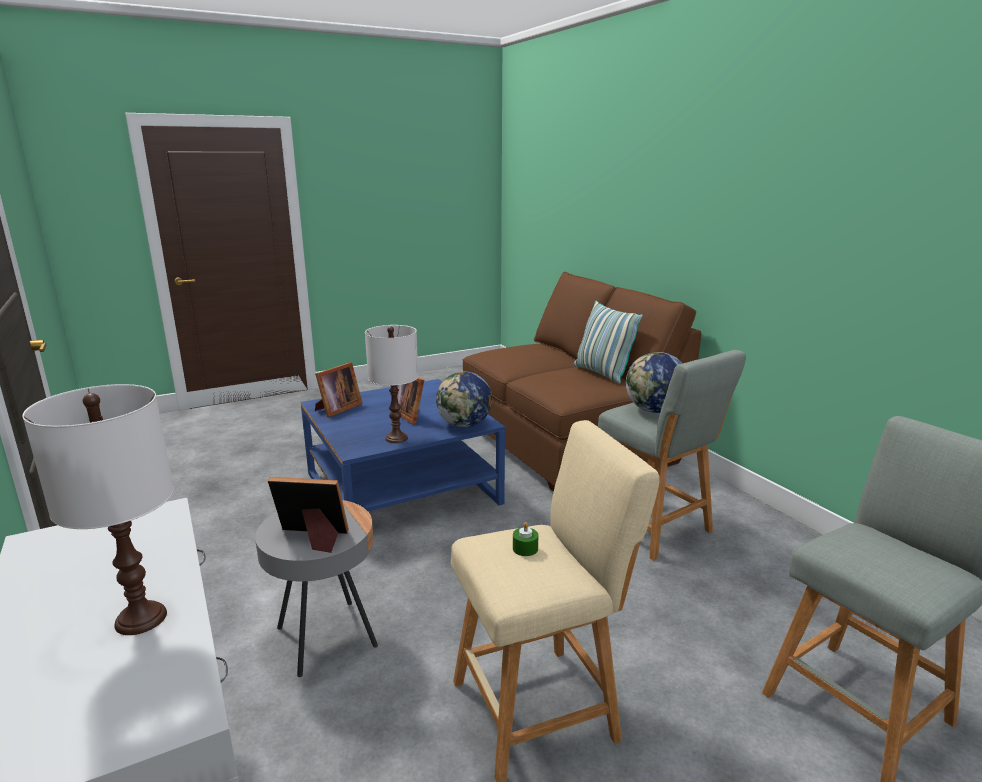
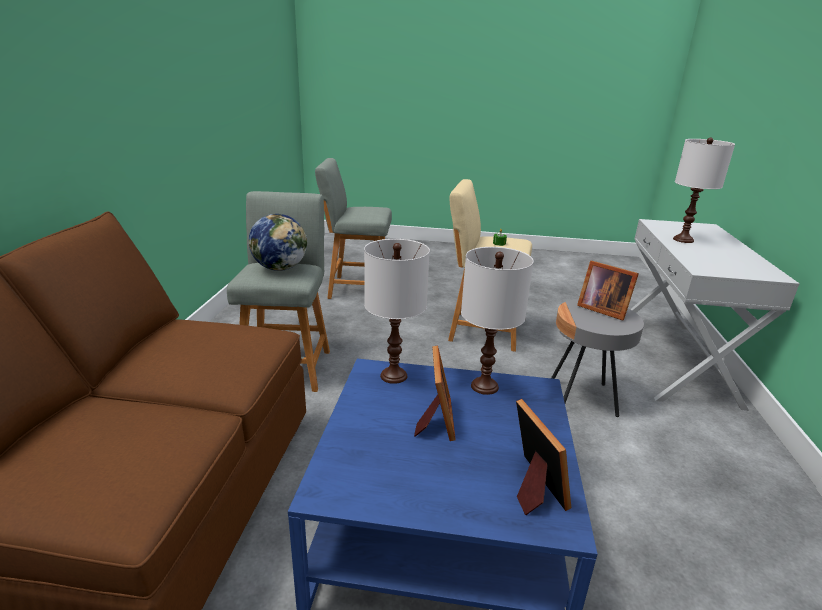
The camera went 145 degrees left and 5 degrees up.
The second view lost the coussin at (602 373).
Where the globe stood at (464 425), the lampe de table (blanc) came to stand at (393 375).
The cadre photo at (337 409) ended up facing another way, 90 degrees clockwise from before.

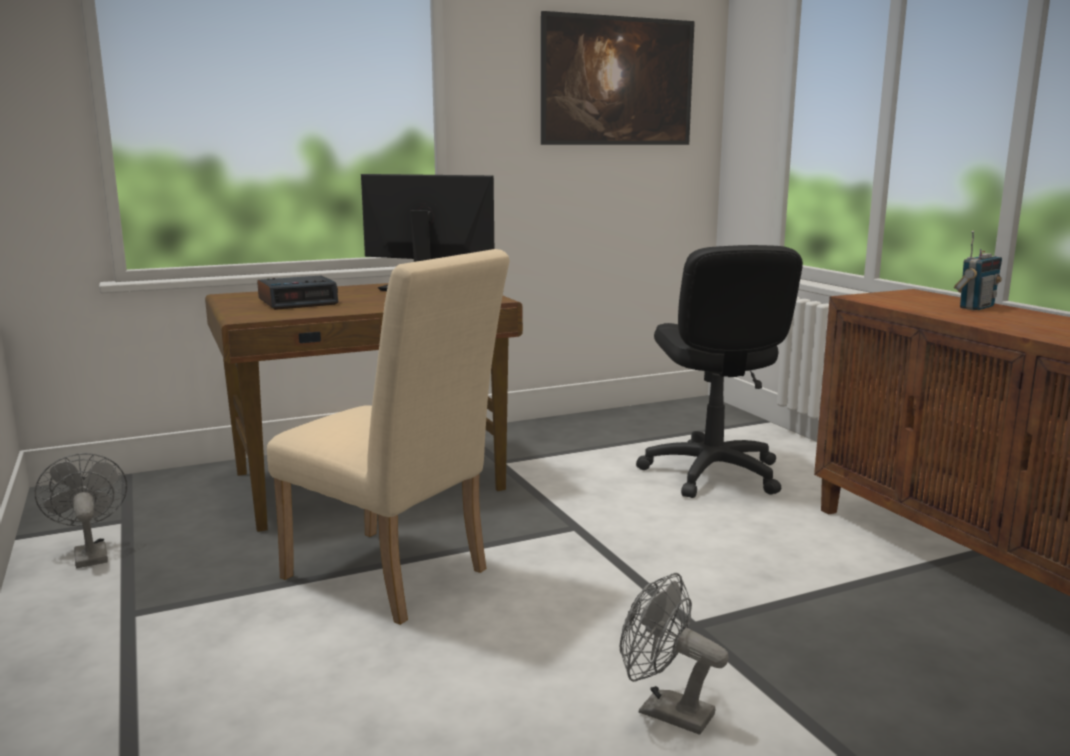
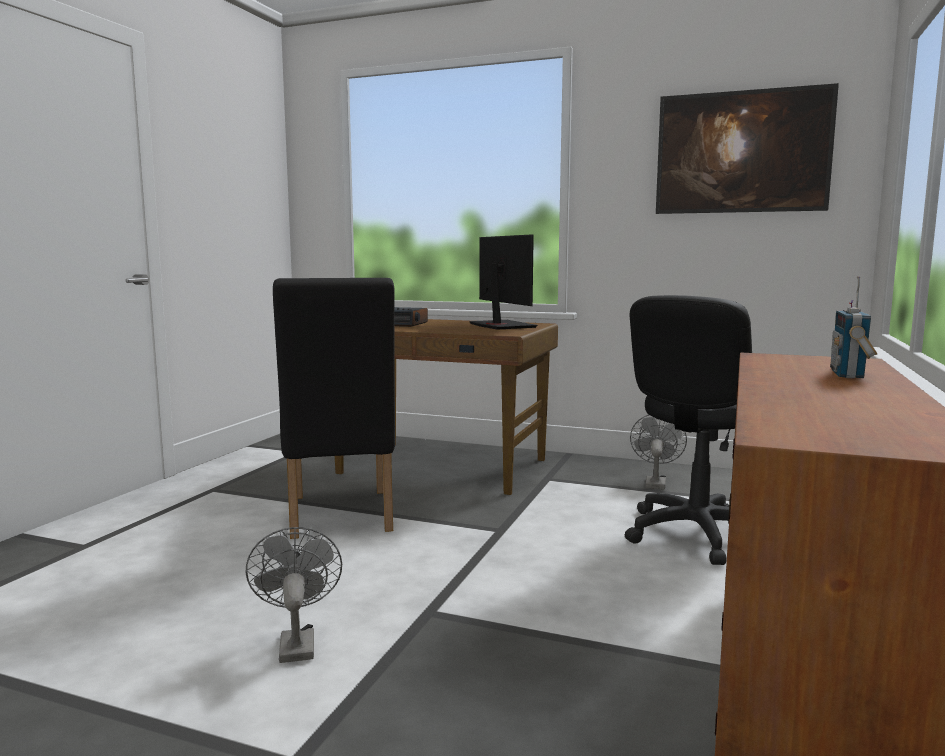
The camera went 45 degrees right and 5 degrees down.
The ventilateur (gris) ended up elsewhere, having gone from (89 553) to (655 482).
What was the chaise (beige) at (395 578) turned into the chaise (noir) at (339 517).
The radio at (975 307) ended up facing another way, 105 degrees clockwise from before.

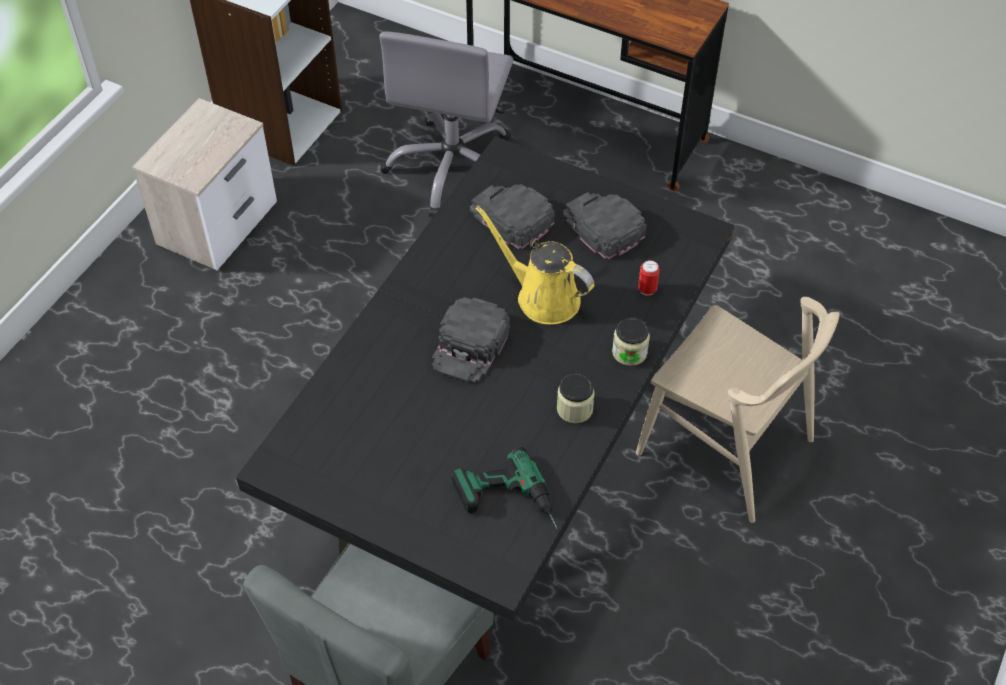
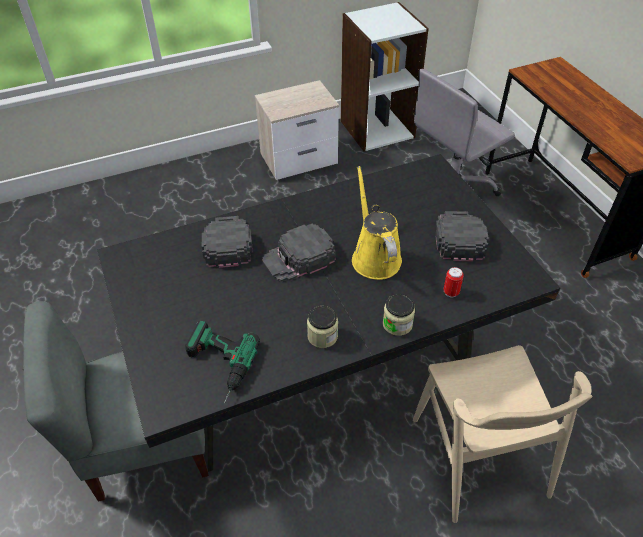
The camera went 40 degrees right and 5 degrees down.
The casquette (noir) ended up elsewhere, having gone from (510 217) to (227 243).

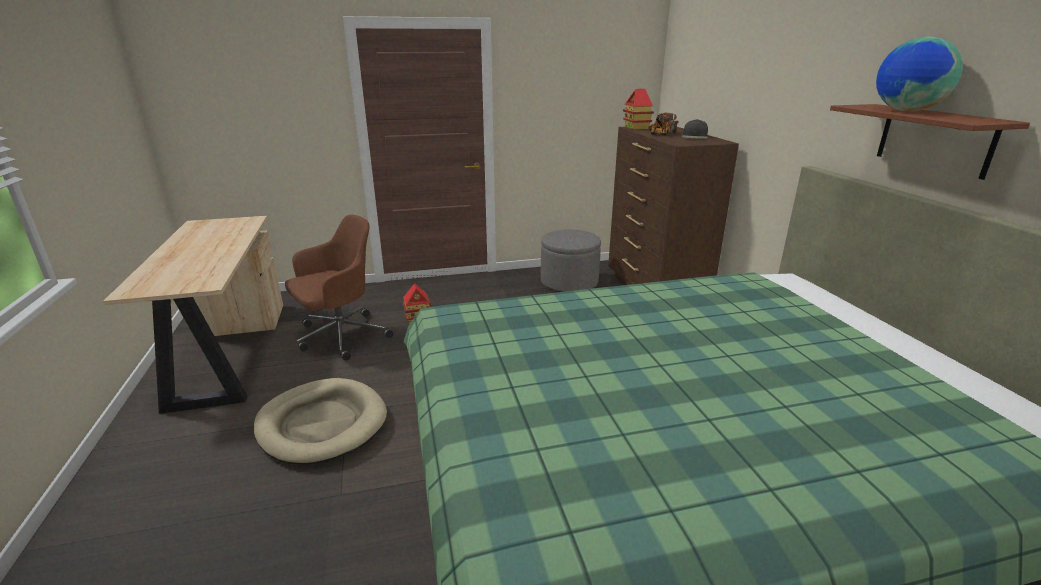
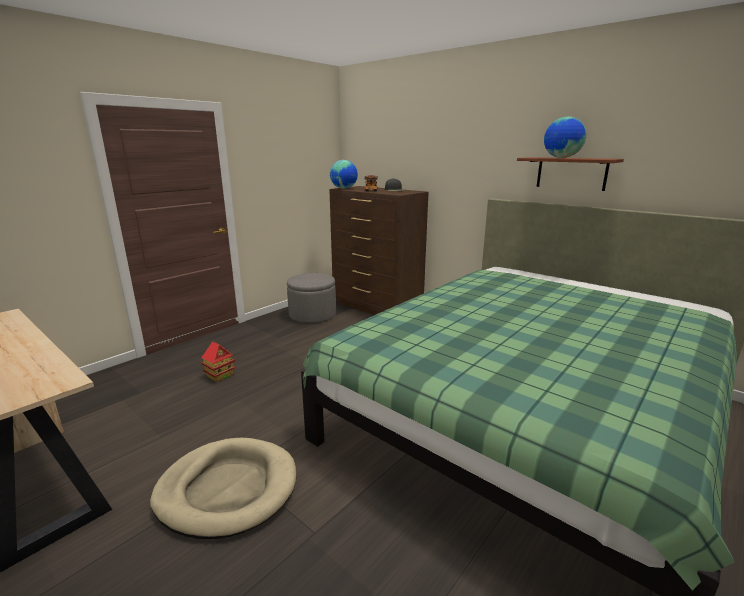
The camera went 35 degrees left and 5 degrees down.
The second view lost the chaise de bureau (marron) at (340 336).
Where the maison miniature stood at (636 128), the globe came to stand at (344 188).

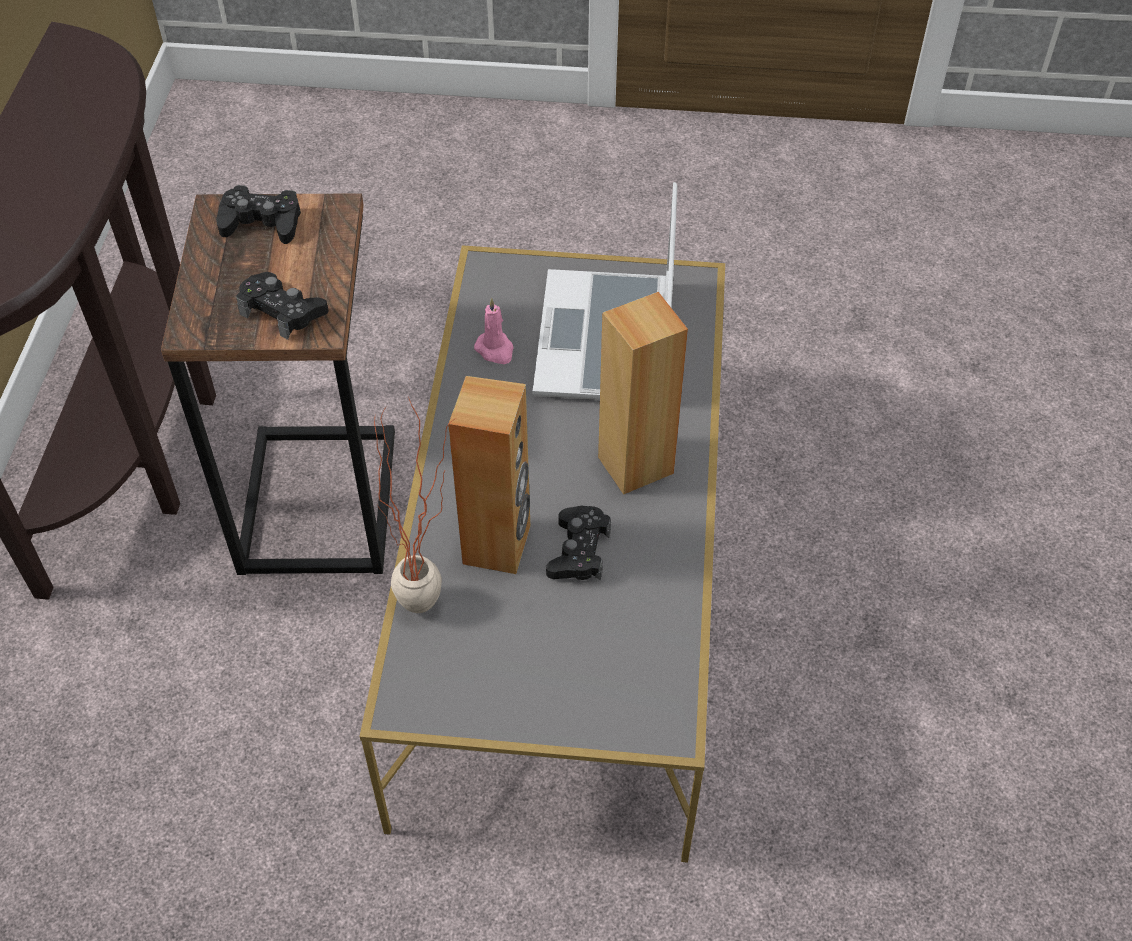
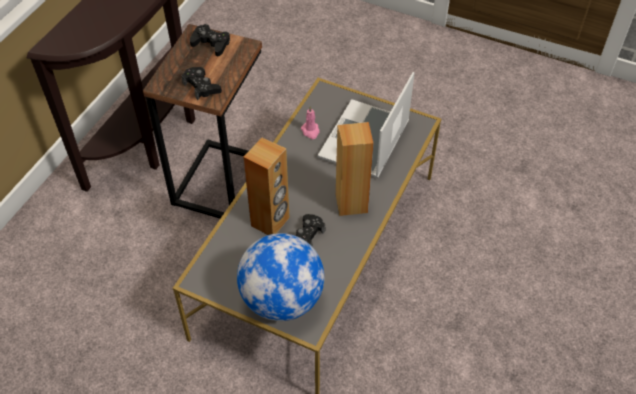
The camera went 20 degrees right and 0 degrees up.
The second view lost the plante en pot at (435 604).
The second view gained the globe at (282 299).

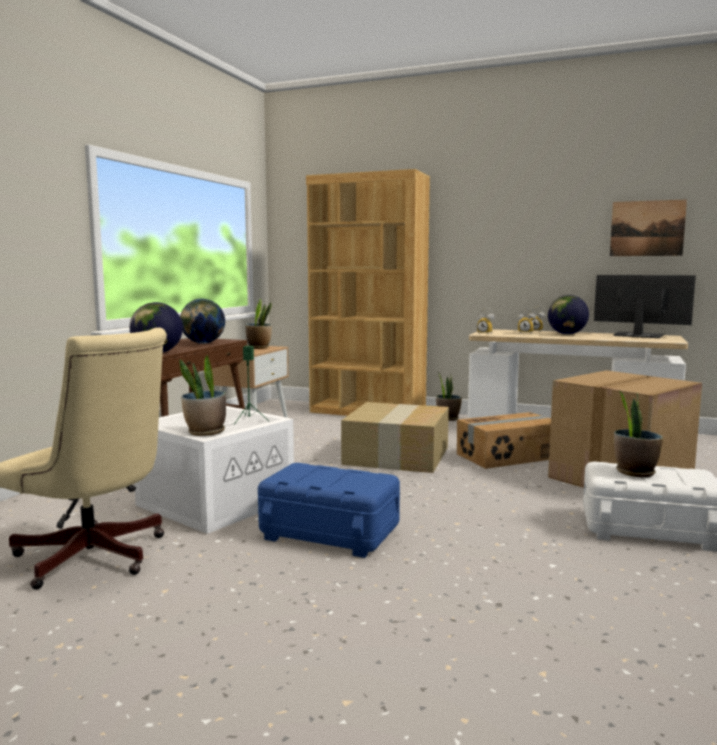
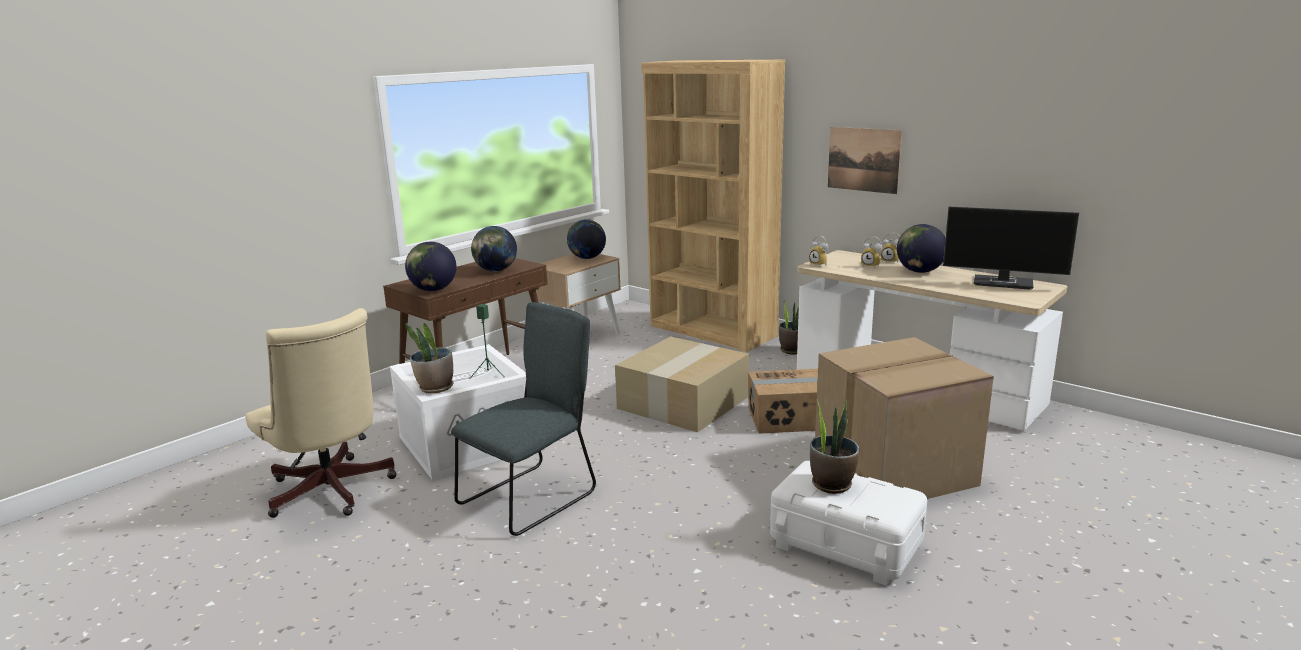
The camera went 20 degrees right and 10 degrees up.
The tableau ended up elsewhere, having gone from (647 228) to (863 159).
Where the plante en pot stood at (259 347), the globe came to stand at (587 258).
Where the boîte de rangement (bleu) stood at (330 533), the chaise (gris) came to stand at (533 496).
The écran d'ordinateur at (637 336) ended up facing another way, 150 degrees clockwise from before.

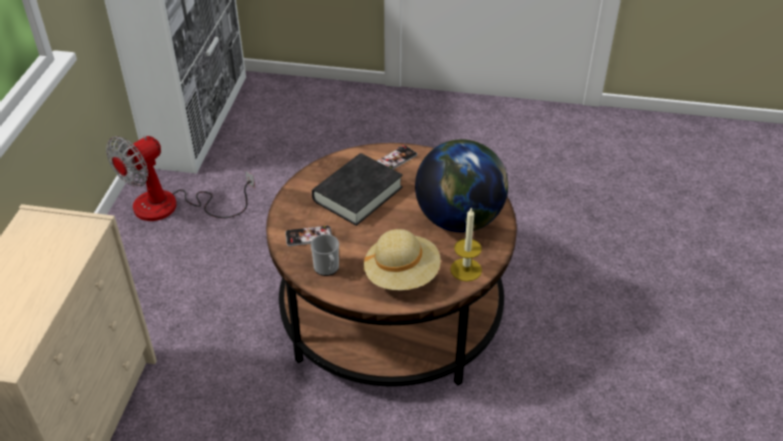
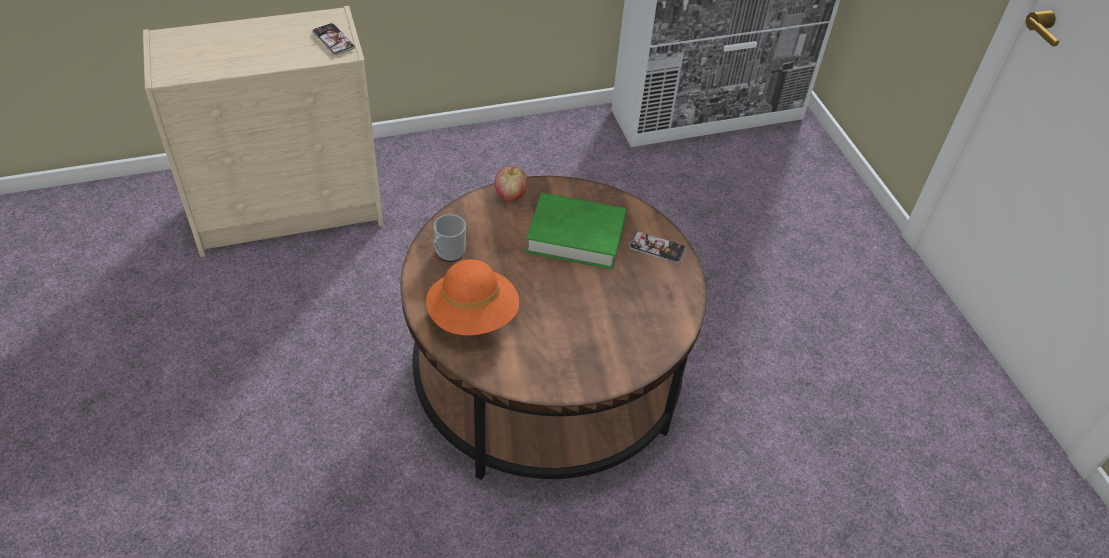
The camera went 60 degrees right and 5 degrees up.
The second view lost the ventilateur at (172 207).
The second view lost the globe at (459 219).
The second view lost the bougie at (466 269).
The second view gained the pomme at (510 195).
The téléphone ended up elsewhere, having gone from (308 236) to (333 40).
What was the livre (noir) at (357 194) turned into the livre (vert) at (576 236).
What was the chapeau (beige) at (402 275) turned into the chapeau (orange) at (473 316).

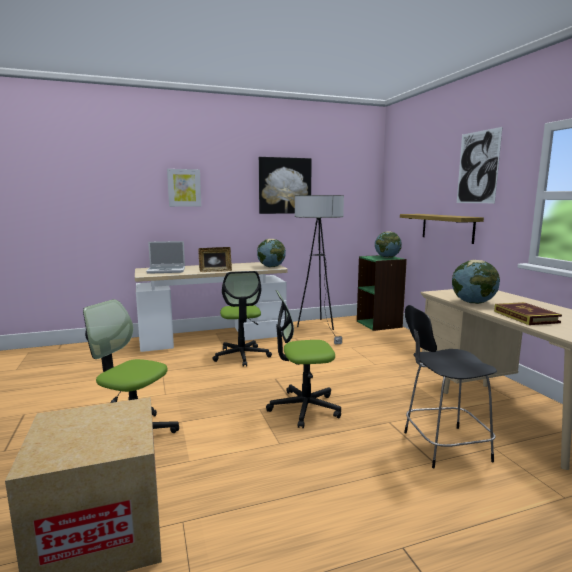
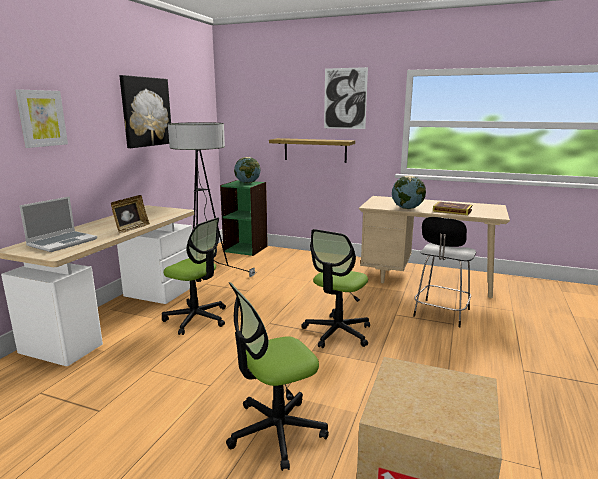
The camera went 50 degrees left and 5 degrees up.
The second view lost the globe at (271 267).

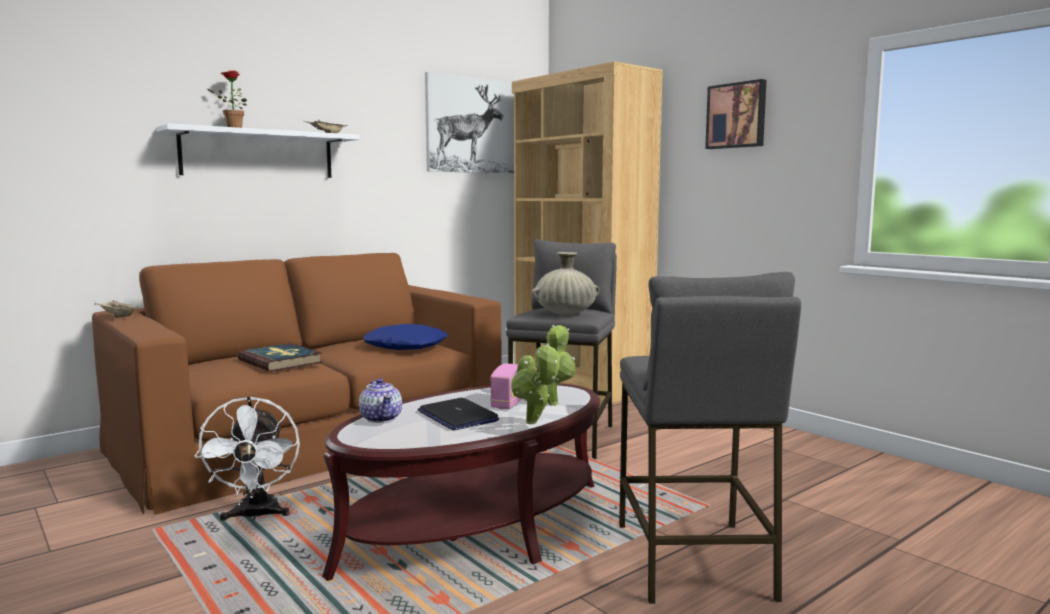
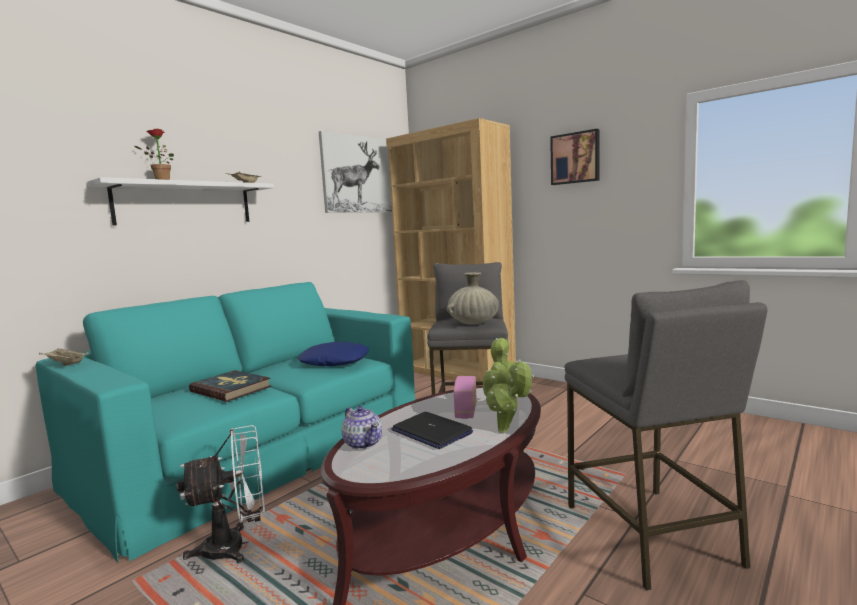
The camera went 10 degrees left and 0 degrees up.
What was the canapé (marron) at (312 436) turned into the canapé (turquoise) at (258 449).
The ventilateur (blanc) at (256 516) ended up facing another way, 90 degrees counterclockwise from before.

